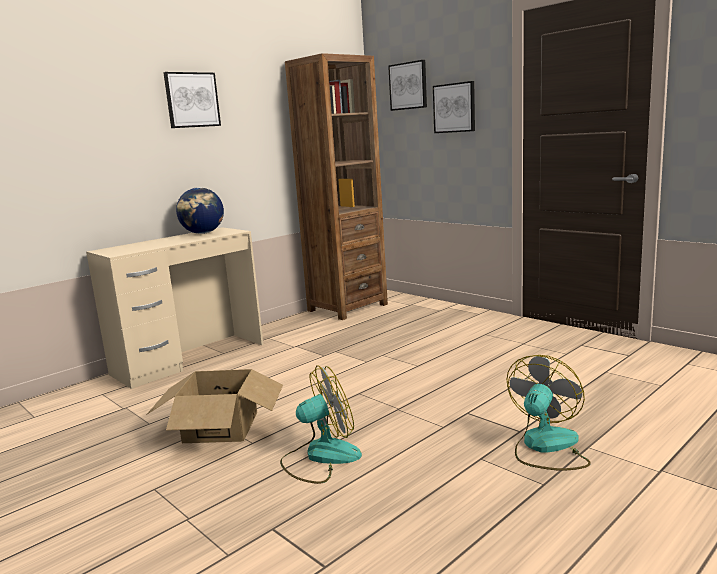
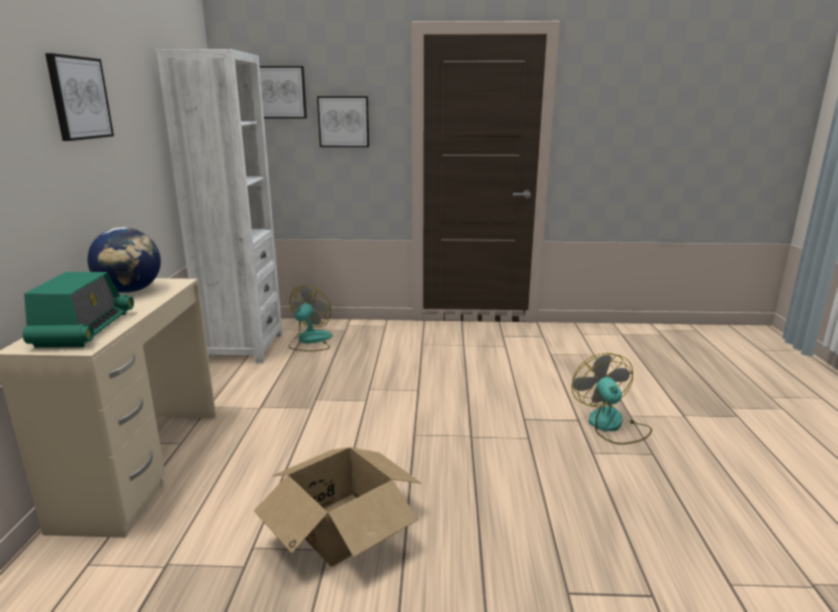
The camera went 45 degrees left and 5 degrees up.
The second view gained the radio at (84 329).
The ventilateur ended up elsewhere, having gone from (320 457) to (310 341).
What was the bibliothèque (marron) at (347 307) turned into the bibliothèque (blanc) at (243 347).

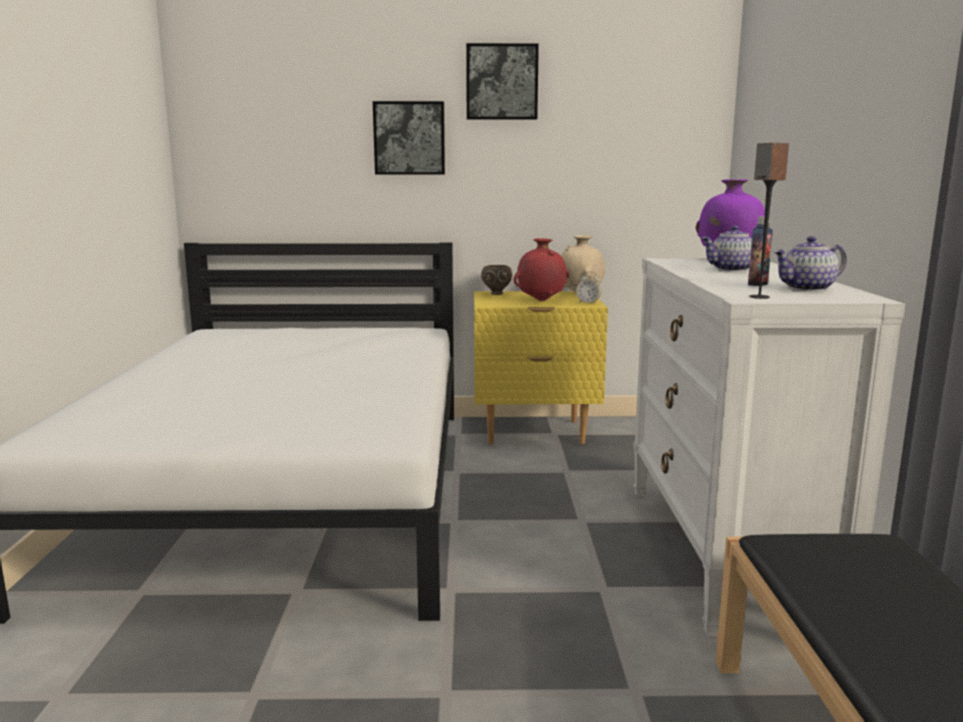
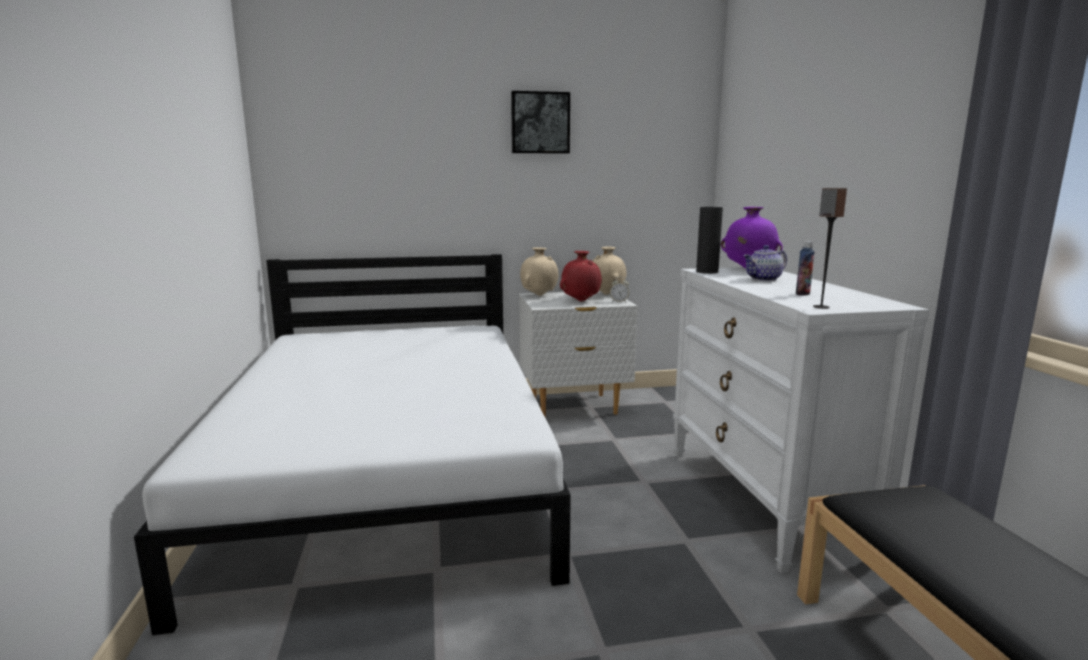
The camera went 10 degrees left and 0 degrees up.
The second view lost the tableau at (409 138).
The second view lost the théière at (807 289).
The second view gained the vase (noir) at (707 272).
Where the bol (marron) stood at (496 293), the vase (beige) came to stand at (539 295).
What was the table de chevet (jaune) at (534 432) turned into the table de chevet (blanc) at (574 407).

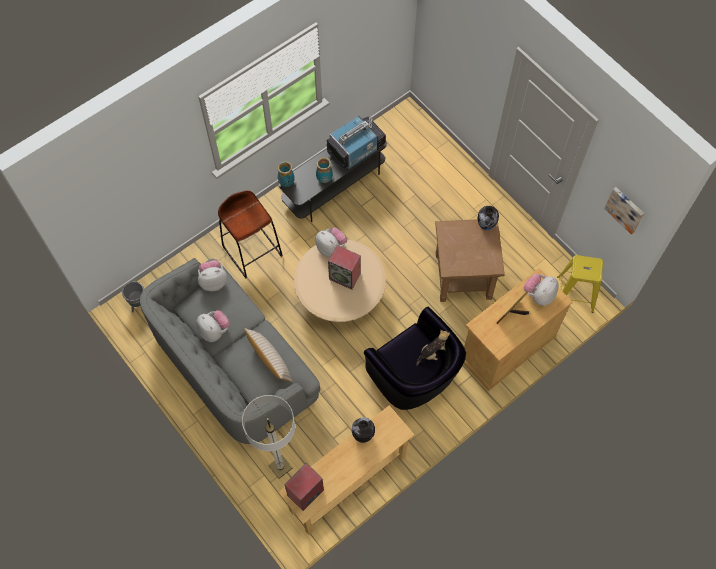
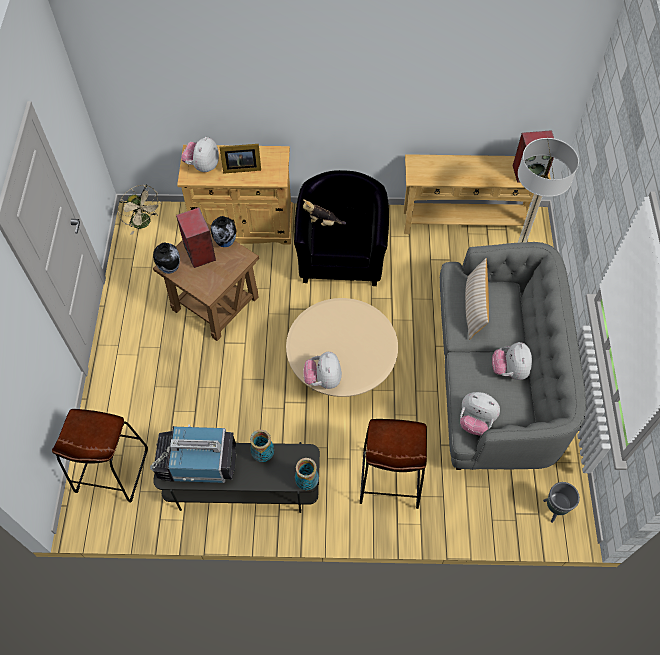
The camera went 140 degrees left and 5 degrees down.
The second view lost the tableau at (625 209).
The second view gained the tabouret (marron) at (111 470).
The enceinte ended up elsewhere, having gone from (345 276) to (199 252).
The vase ended up elsewhere, having gone from (362 435) to (226 243).
Where the tabouret (jaune) stood at (575 294), the ventilateur (beige) came to stand at (144 223).
The peluche at (539 295) ended up facing another way, 120 degrees clockwise from before.

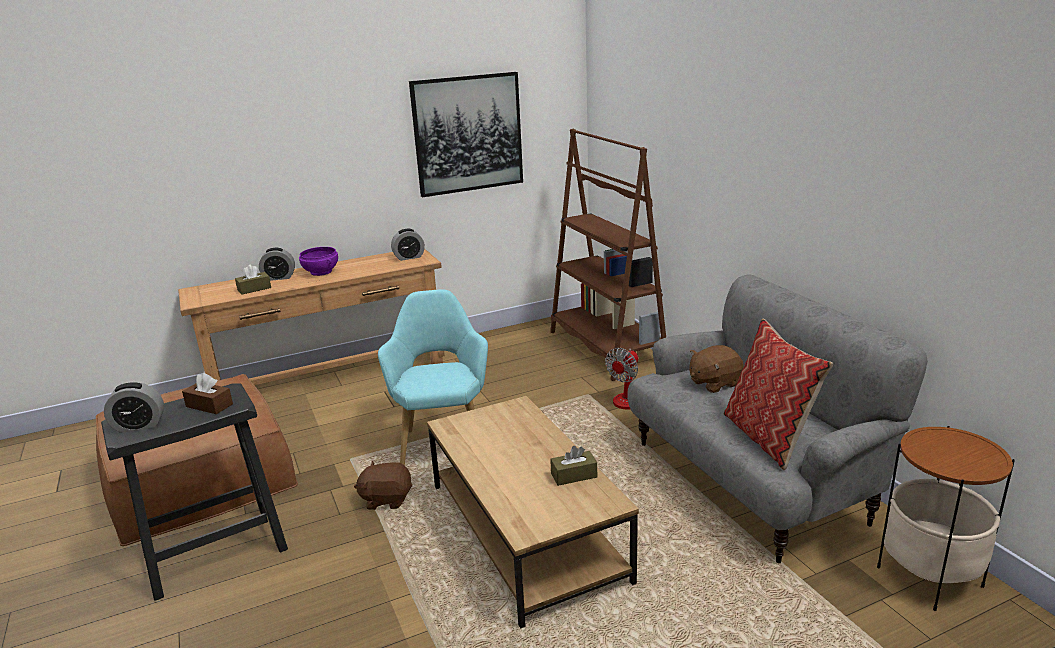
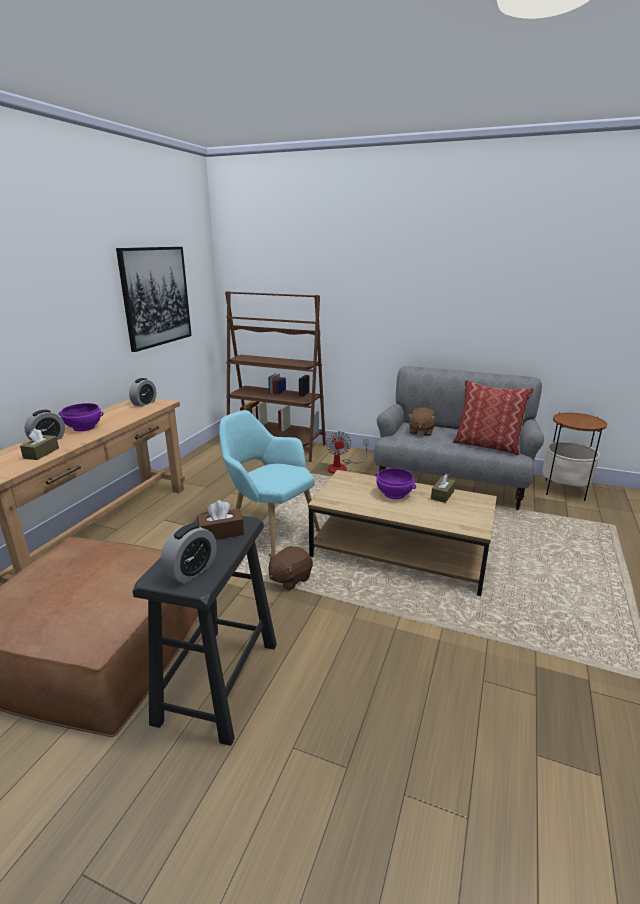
The camera went 45 degrees left and 0 degrees up.
The second view gained the bol (violet) at (394 494).

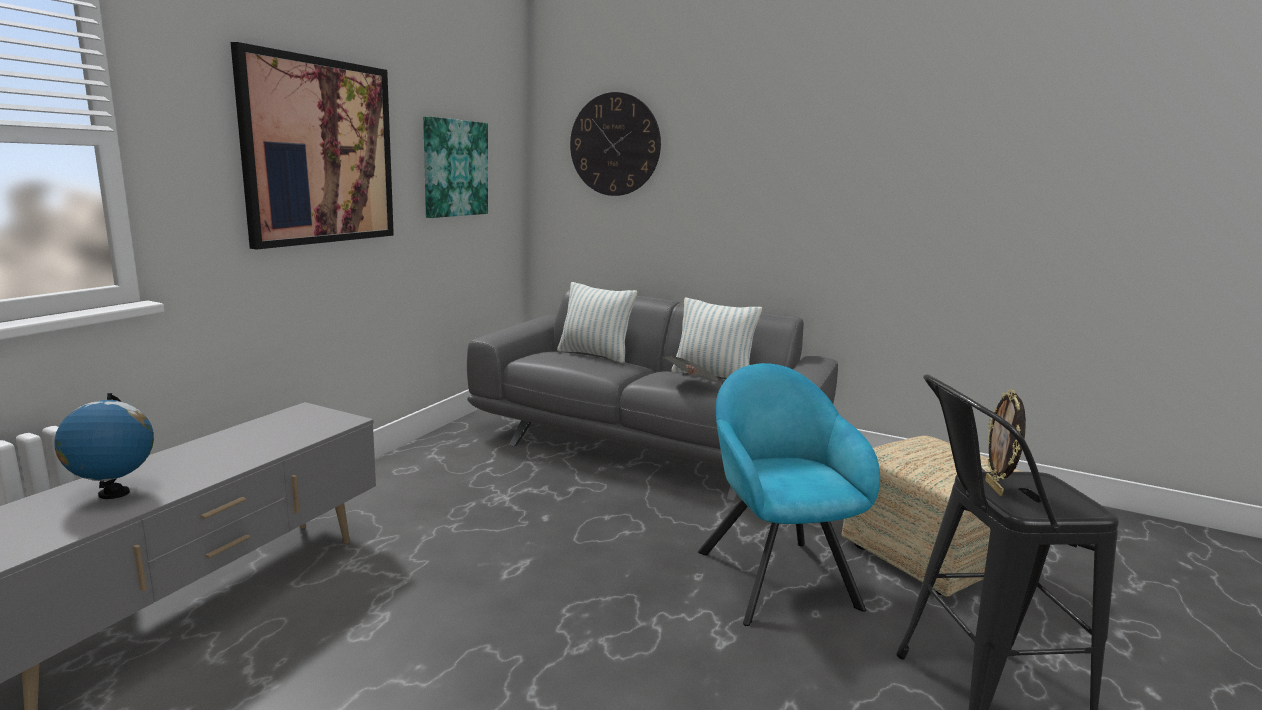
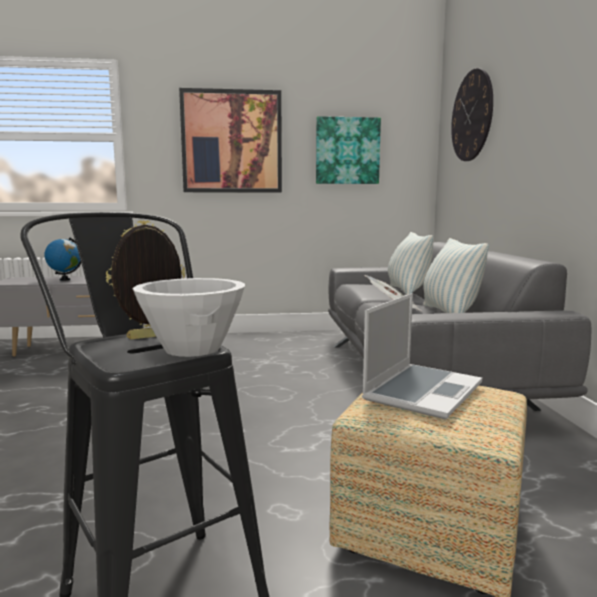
The camera went 60 degrees right and 5 degrees down.
The second view lost the fauteuil (turquoise) at (773 573).
The second view gained the bol (blanc) at (193 348).
The second view gained the ordinateur portable at (422 391).

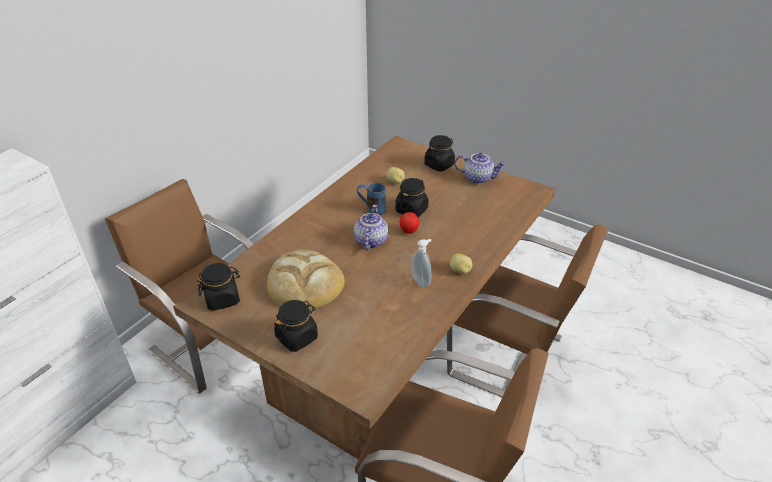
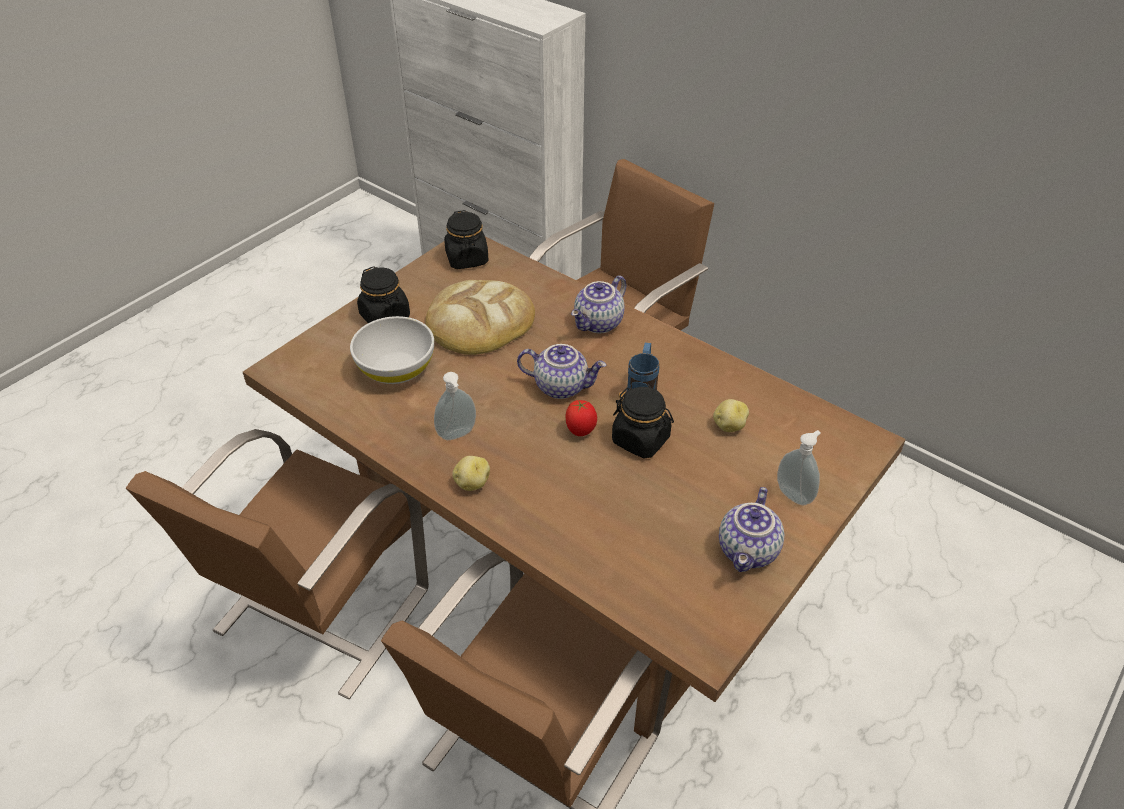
The camera went 95 degrees right and 5 degrees up.
The second view gained the bol (blanc) at (396 368).
The second view gained the théière at (599 324).
Where the bocal (noir) stood at (439 165), the distributeur de savon came to stand at (795 494).

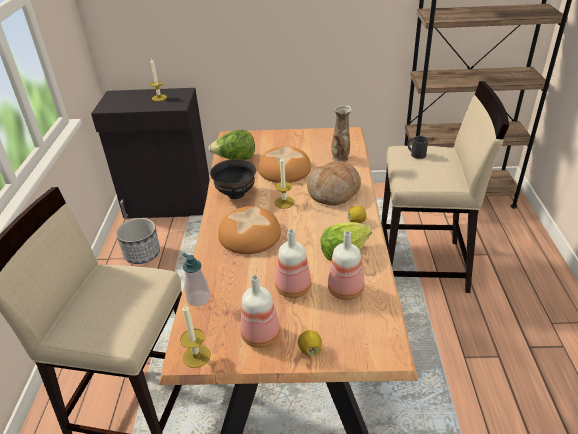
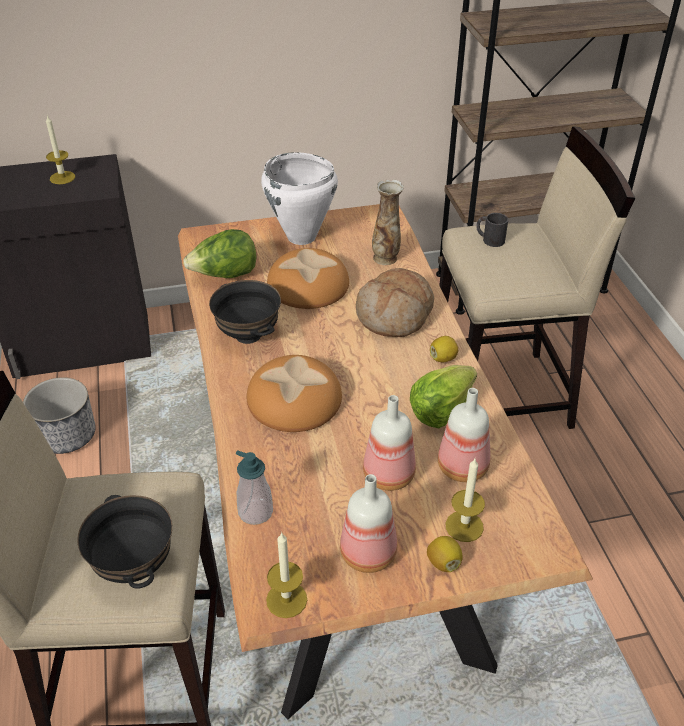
The camera went 15 degrees left and 5 degrees up.
The second view gained the bol (noir) at (133 566).
The second view gained the marmite (blanc) at (301 237).
The bougie ended up elsewhere, having gone from (284 202) to (464 526).

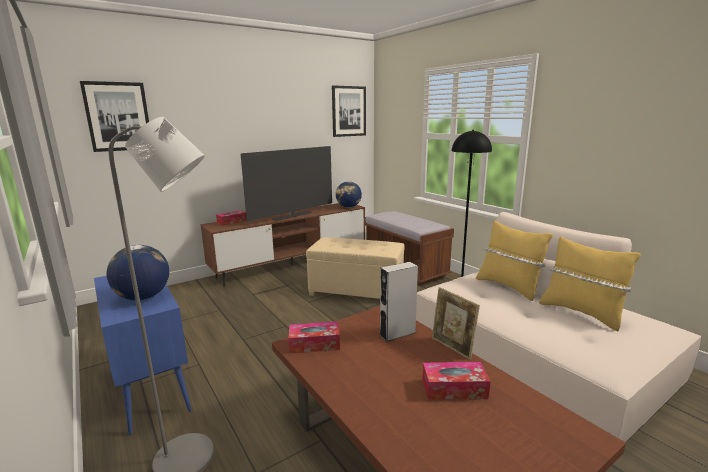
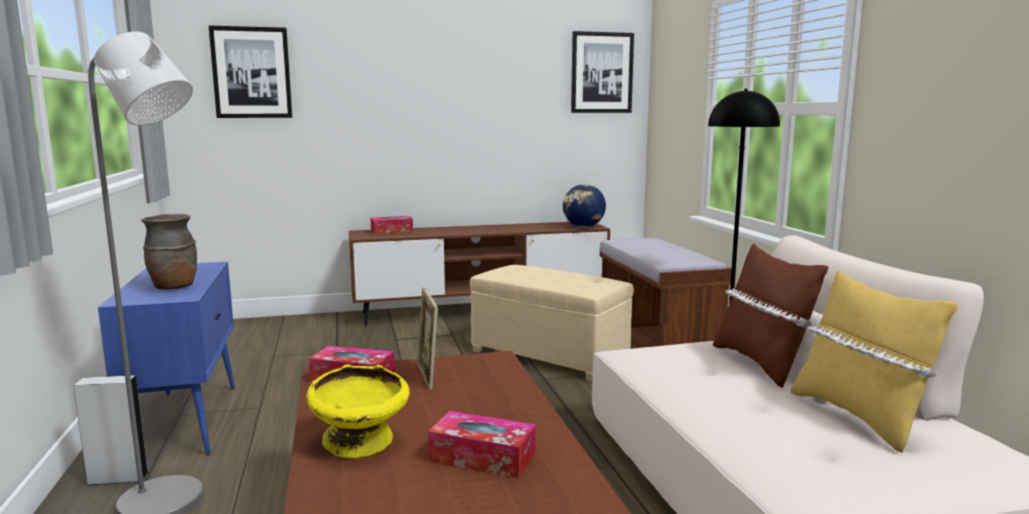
The camera went 20 degrees right and 5 degrees down.
The second view lost the téléviseur at (292 216).
The second view gained the bol (jaune) at (361 443).
The enceinte (gris) ended up elsewhere, having gone from (397 333) to (117 478).
The cadre photo ended up elsewhere, having gone from (452 348) to (427 376).
Where the globe stood at (143 297), the vase (marron) came to stand at (173 287).
What was the coussin (jaune) at (508 287) turned into the coussin (marron) at (761 363).

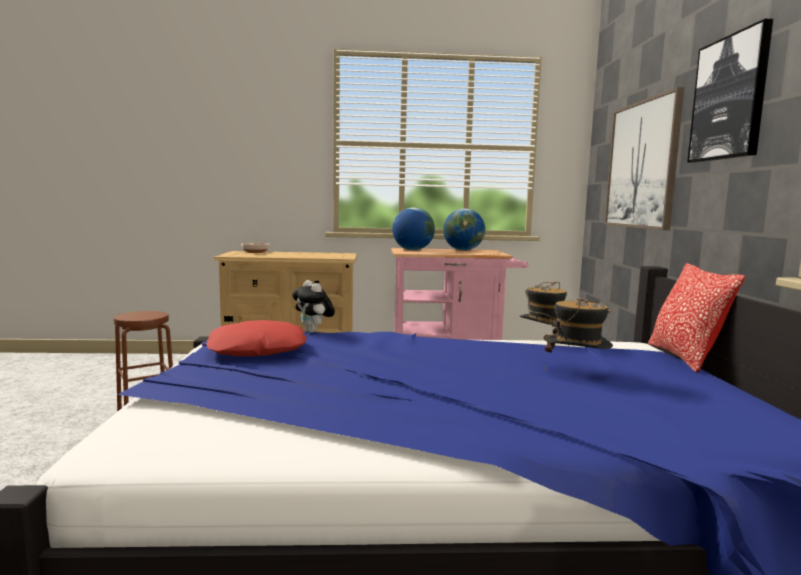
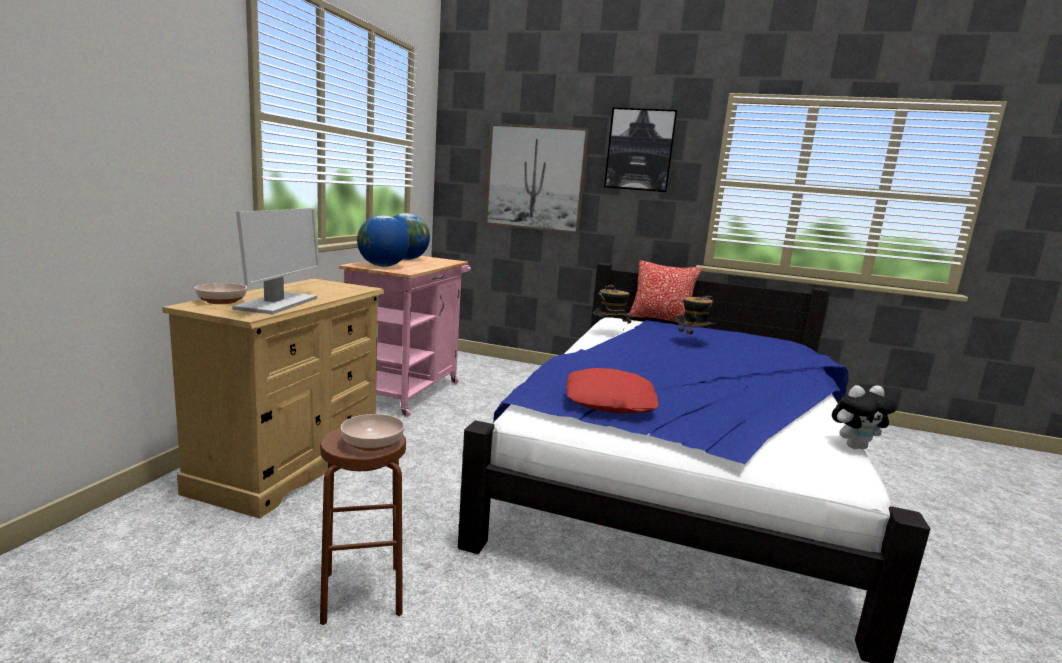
The camera went 70 degrees left and 5 degrees up.
The second view gained the écran d'ordinateur at (277 304).
The second view gained the bol at (373 443).
The peluche ended up elsewhere, having gone from (314 331) to (855 446).

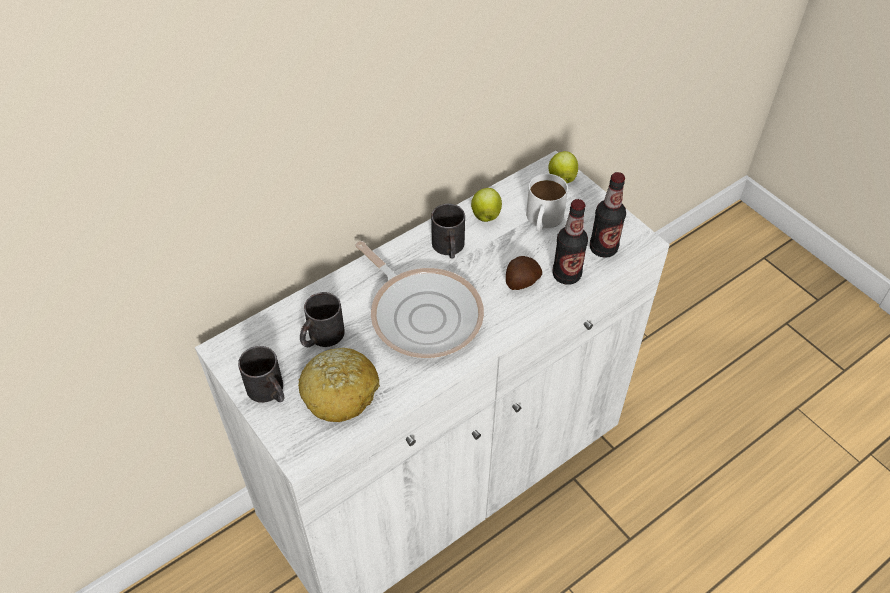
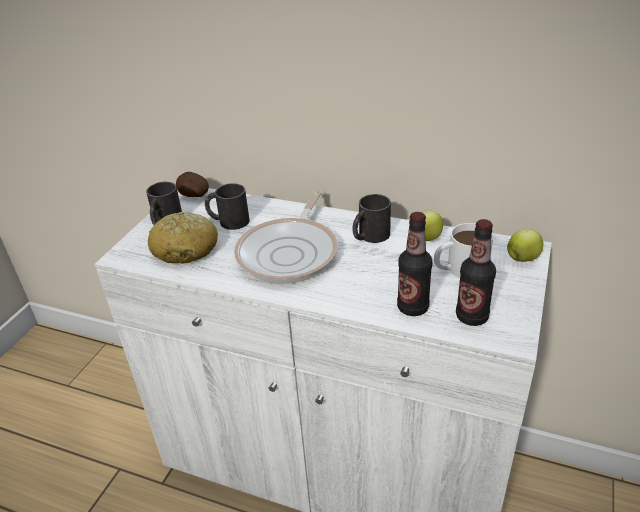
The camera went 60 degrees right and 15 degrees down.
The pomme de terre ended up elsewhere, having gone from (521 282) to (193 195).

